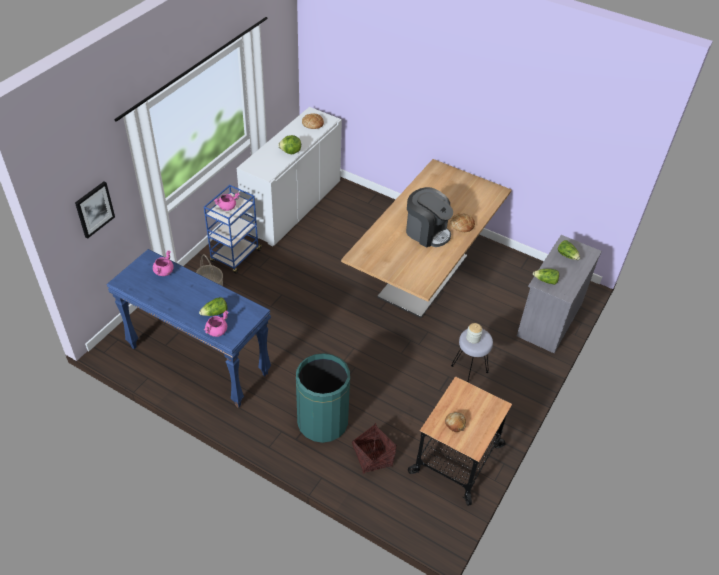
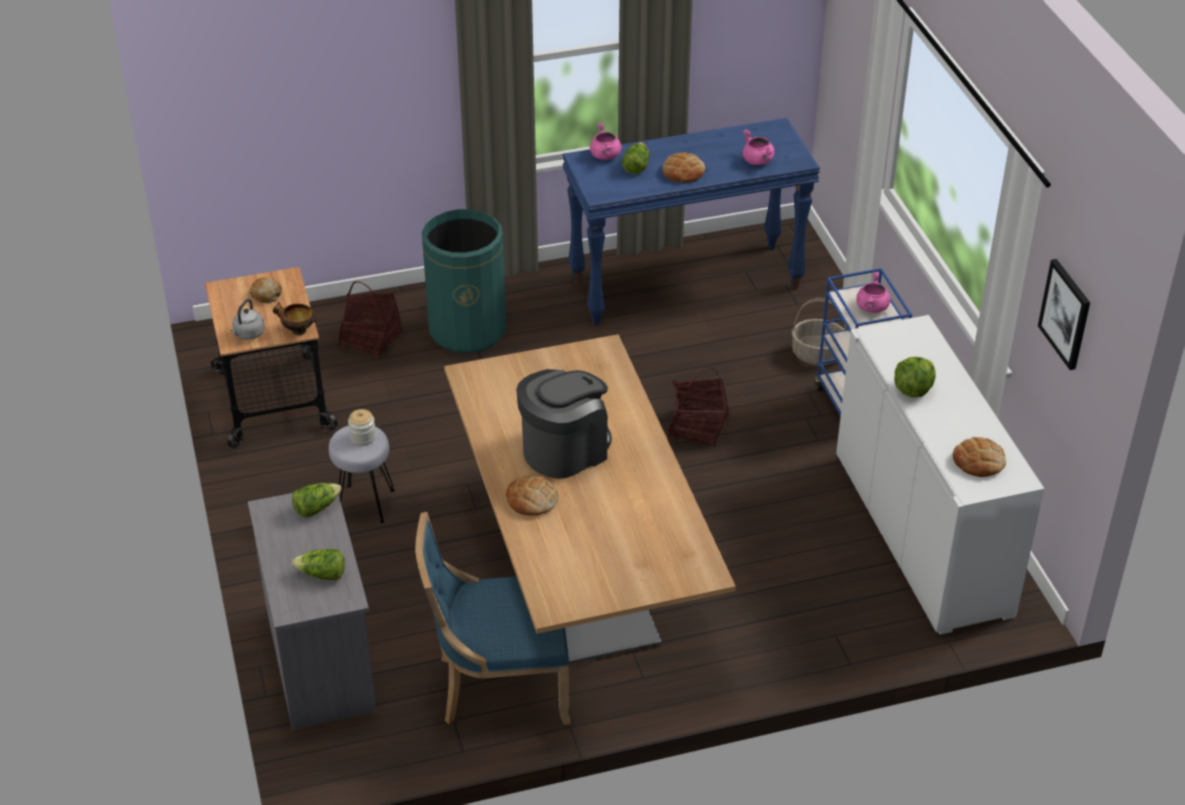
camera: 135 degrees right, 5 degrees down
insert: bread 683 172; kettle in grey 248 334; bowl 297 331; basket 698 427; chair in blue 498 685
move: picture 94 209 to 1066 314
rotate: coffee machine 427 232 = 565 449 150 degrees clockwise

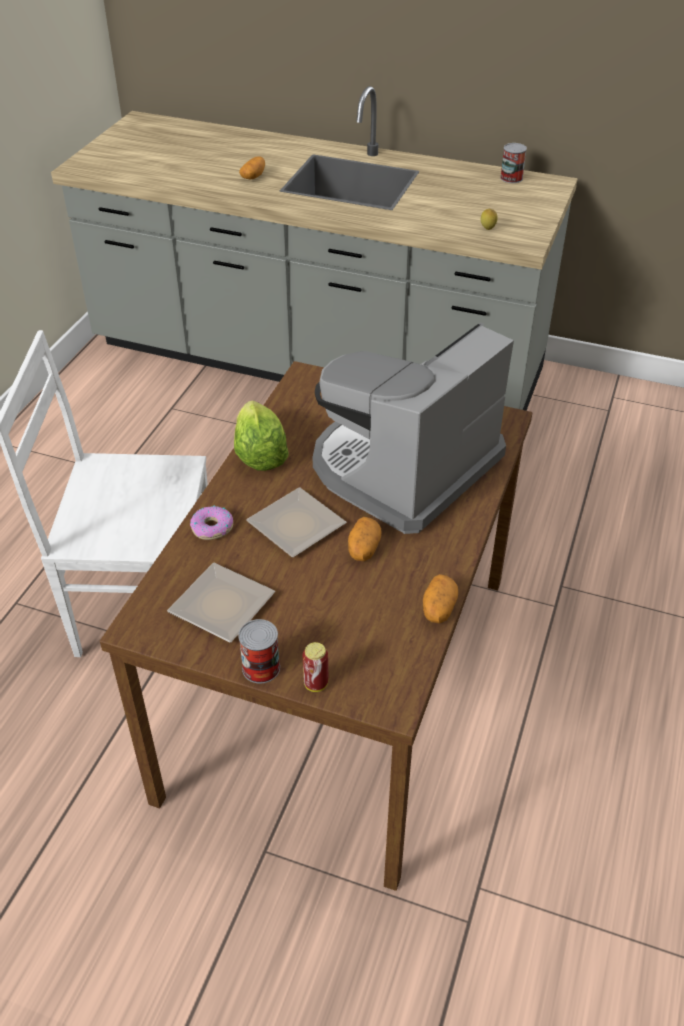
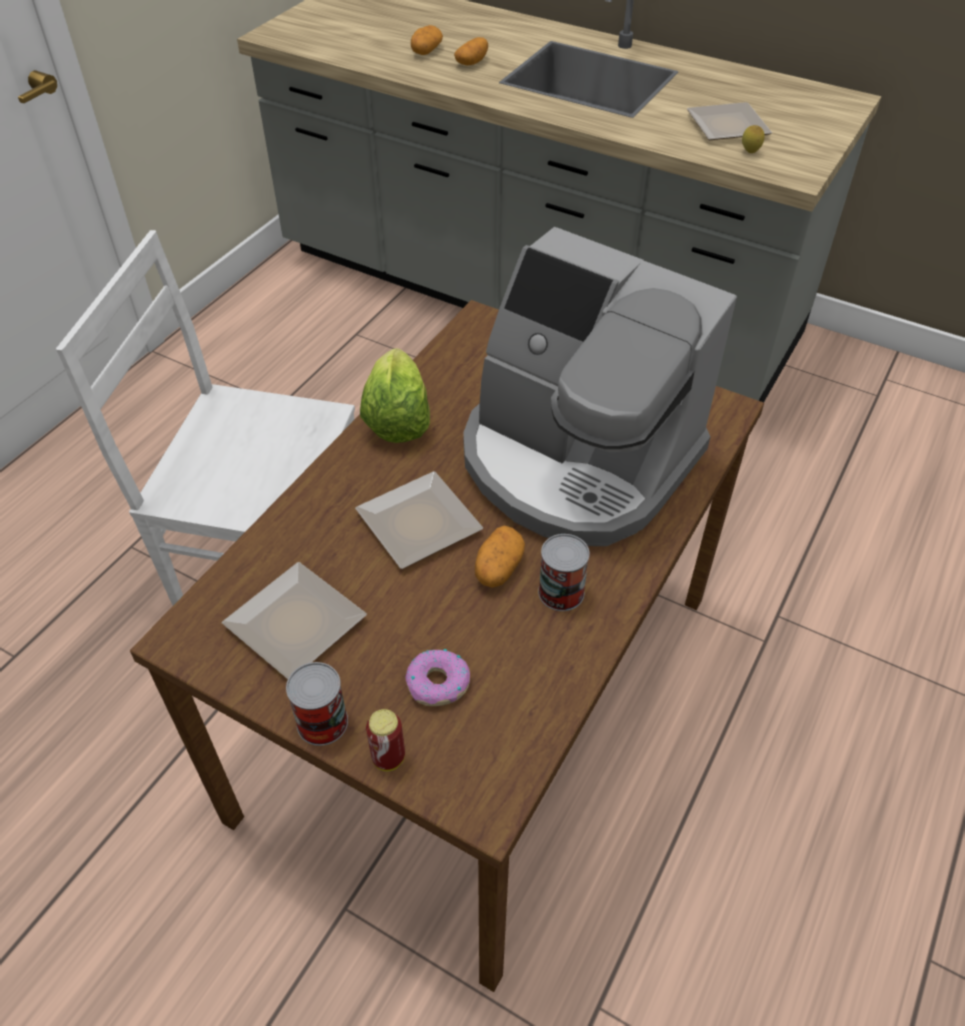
camera: 10 degrees right, 5 degrees up
insert: plate 728 125
move: can 511 178 to 561 592; donut 212 528 to 438 683; potato 438 608 to 426 51
rotate: coffee machine 403 468 = 576 461 105 degrees counterclockwise

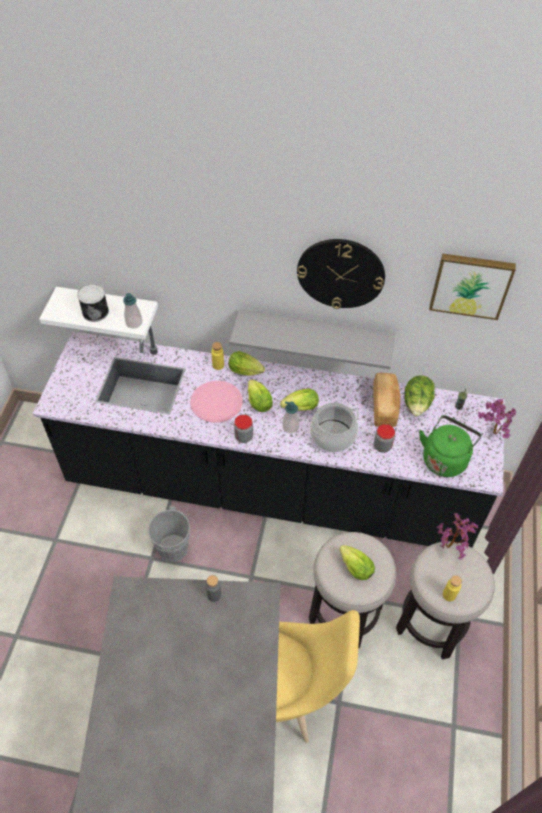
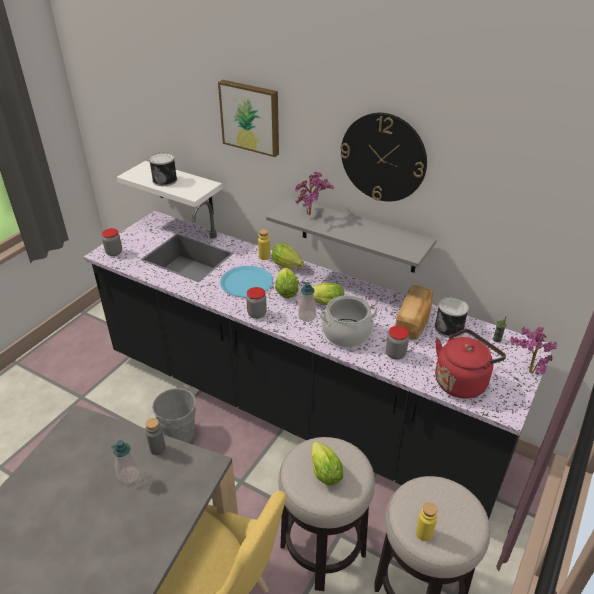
camera: 20 degrees right, 15 degrees down
insert: jar 114 252
move: picture 470 284 to 251 117; soap dispenser 134 323 to 129 475; potted plant 451 546 to 312 215
replace: lettuce 417 405 to can 449 328
recolor: plate in pink 216 402 to plate in blue 246 282; kettle in green 445 458 to kettle in red 462 381

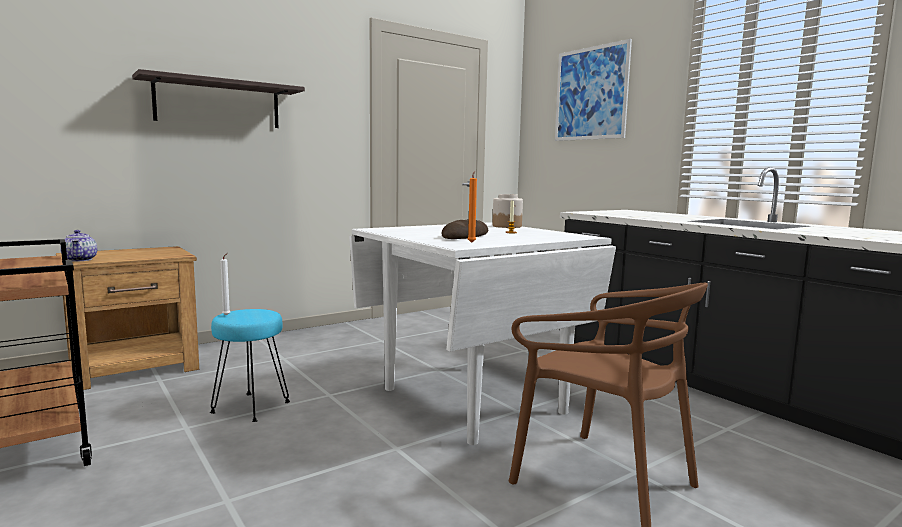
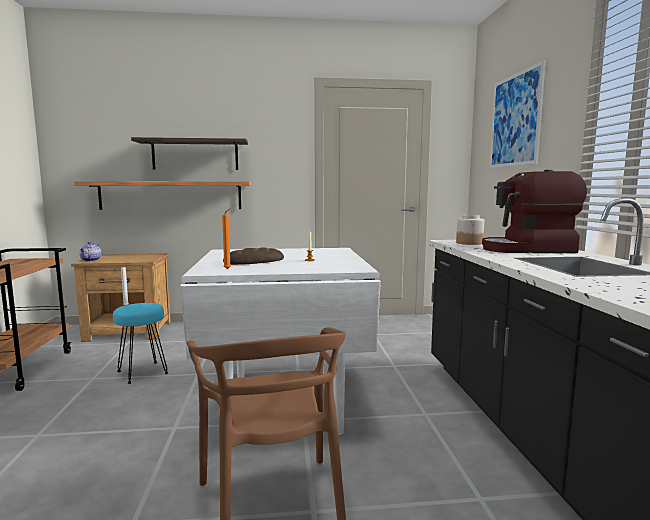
camera: 30 degrees right, 0 degrees up
insert: coffee machine 528 249; shelf 170 195
move: jar 507 226 to 469 243

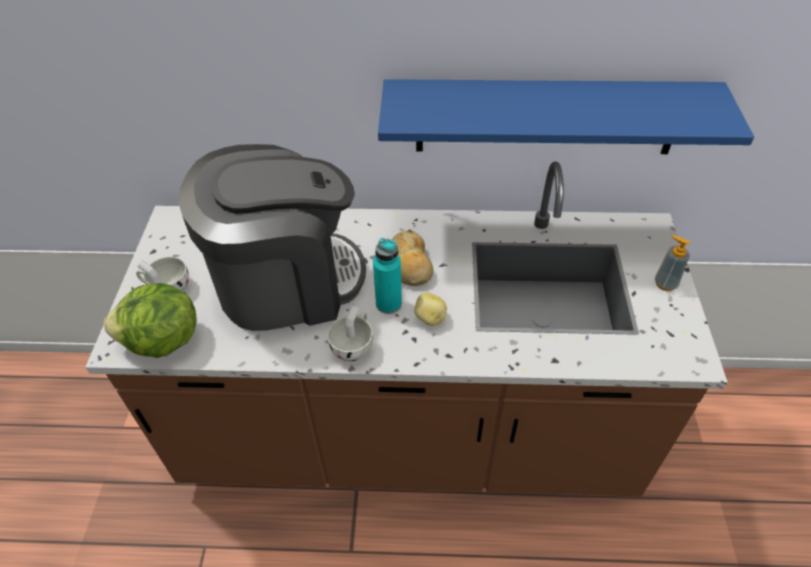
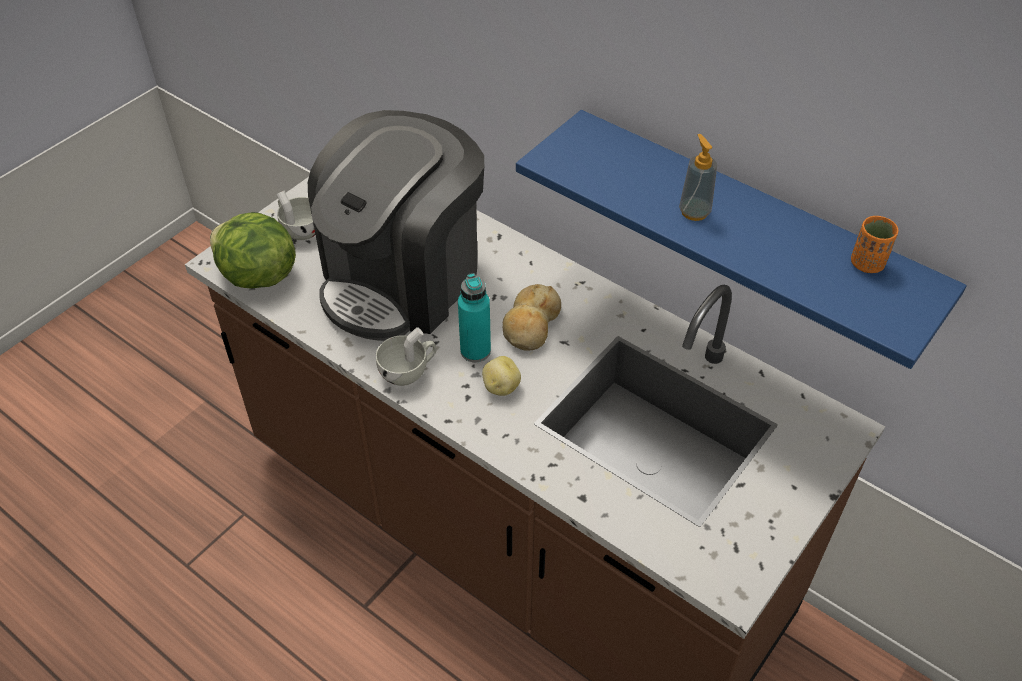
camera: 35 degrees right, 0 degrees up
insert: cup in orange 867 264
move: soap dispenser 665 284 to 694 212
rotate: coffee machine 287 282 = 403 279 105 degrees clockwise

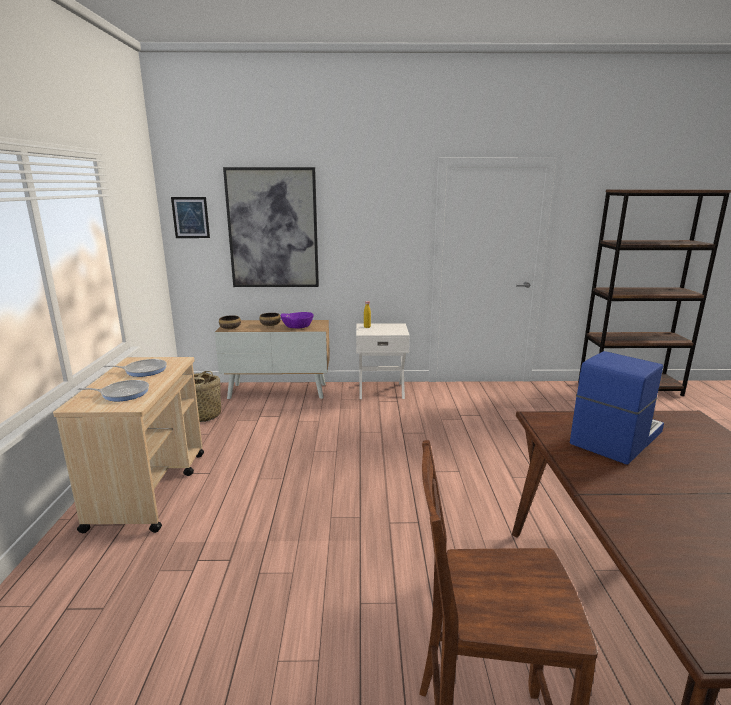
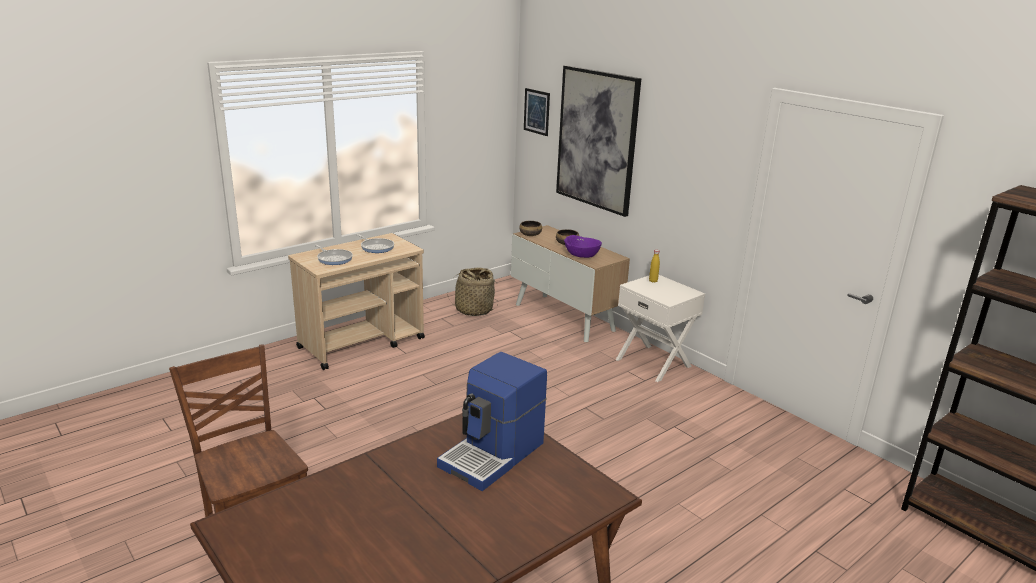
camera: 50 degrees right, 5 degrees up
rotate: coffee machine 614 437 = 494 455 120 degrees clockwise

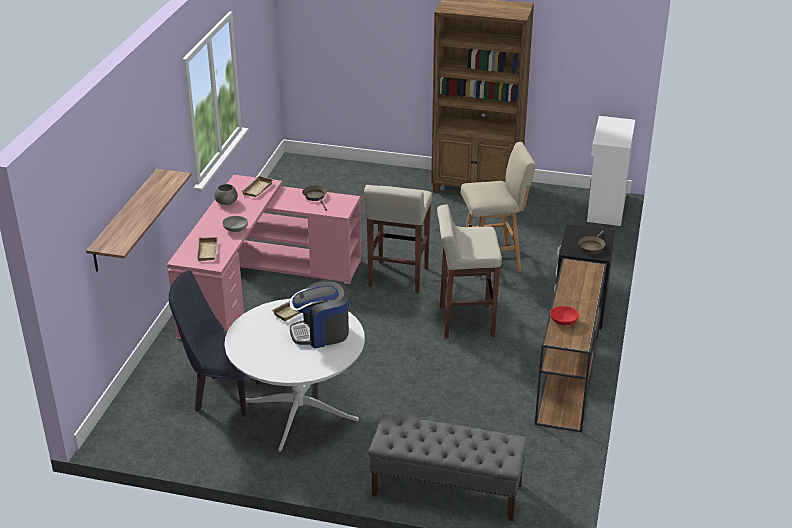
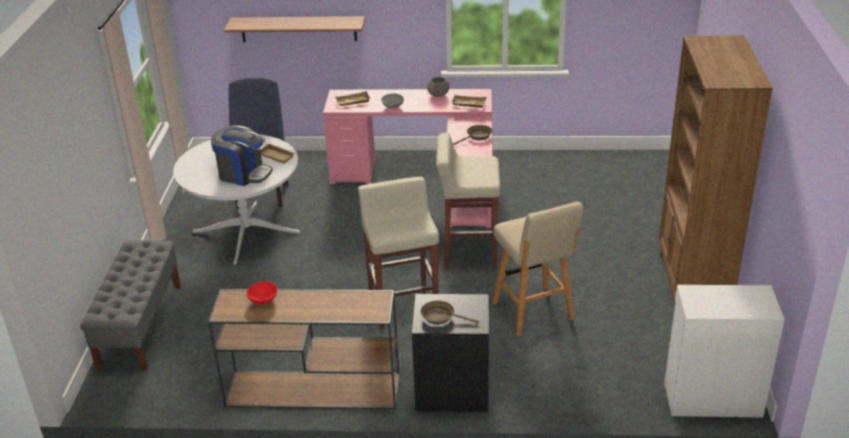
camera: 80 degrees right, 0 degrees up
rotate: coffee machine 321 333 = 243 174 135 degrees clockwise

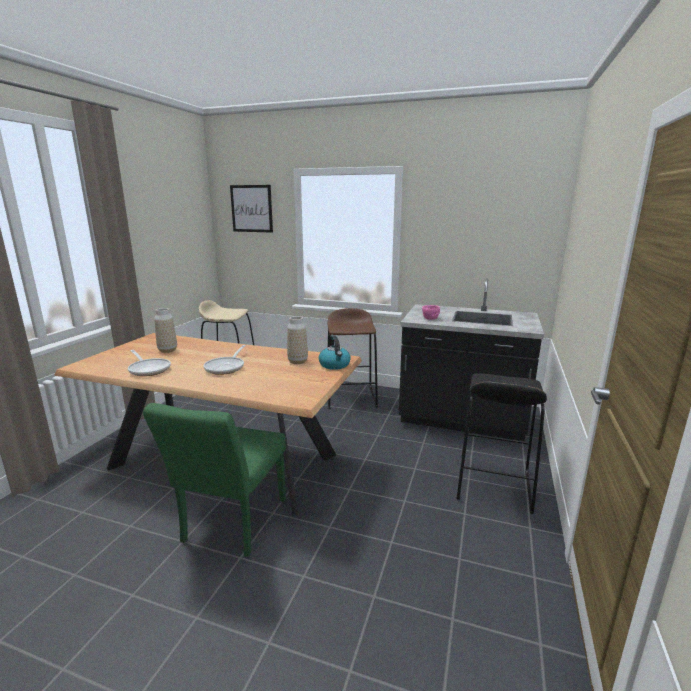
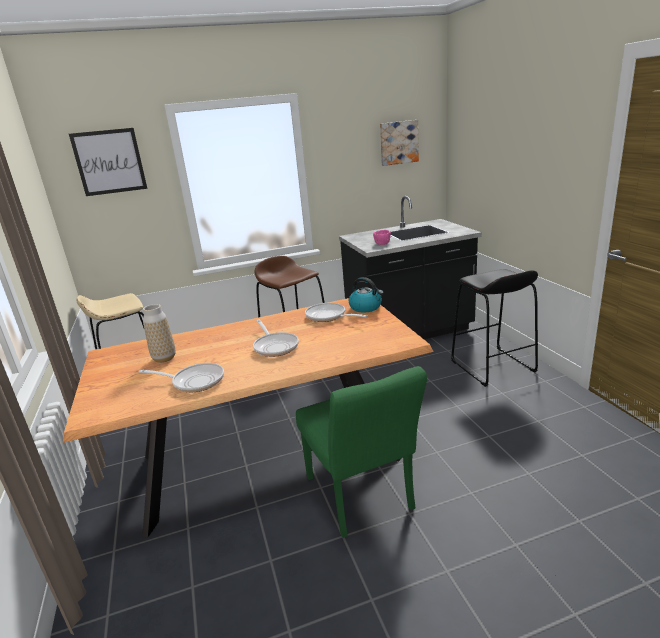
camera: 35 degrees left, 5 degrees up
insert: picture 398 142
replace: vase 297 361 to frying pan 328 316

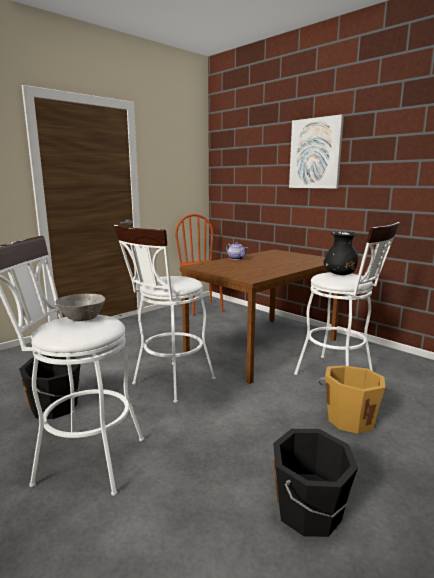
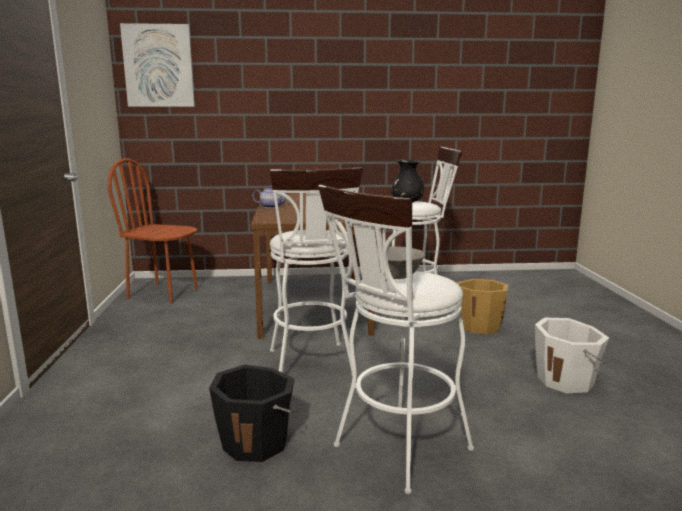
camera: 50 degrees left, 0 degrees up
move: picture 315 153 to 158 66
recolor: bucket in black 310 512 to bucket in white 566 380

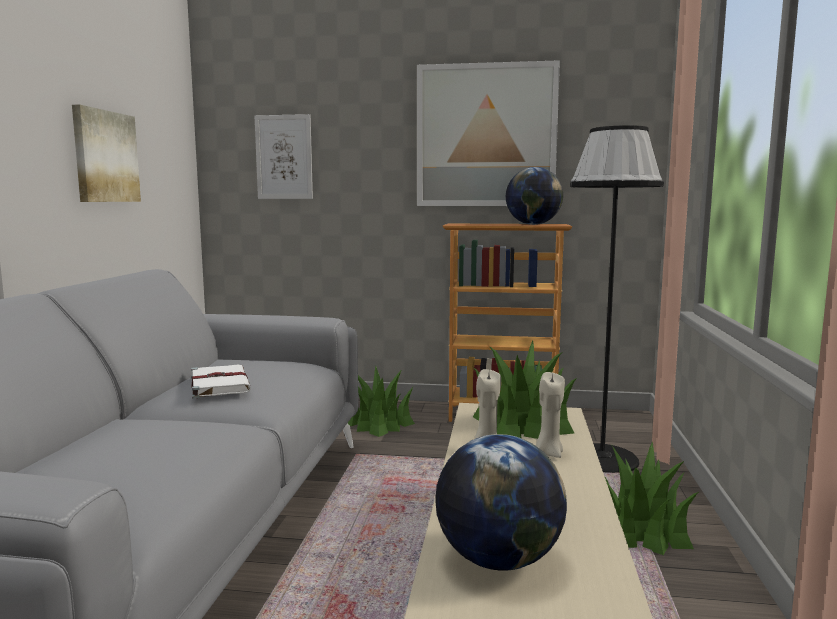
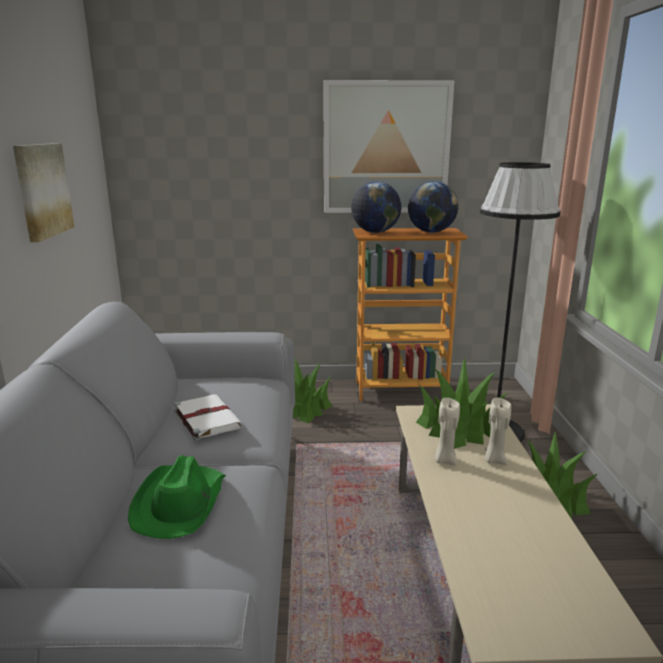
camera: 10 degrees left, 10 degrees up
delete: picture 284 157
insert: hat in green 180 503
move: globe 498 560 to 375 232

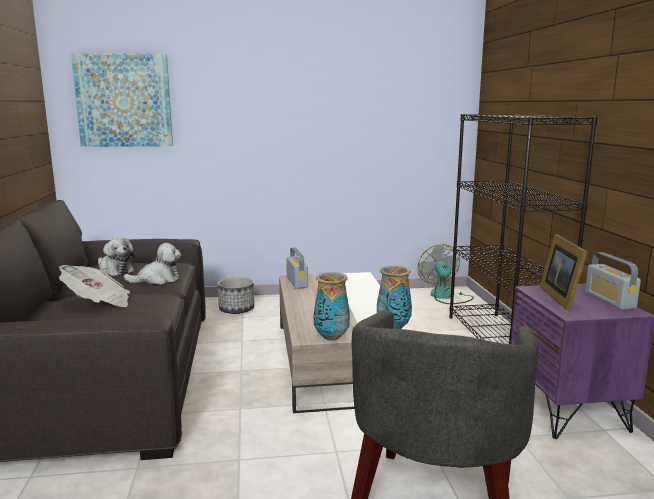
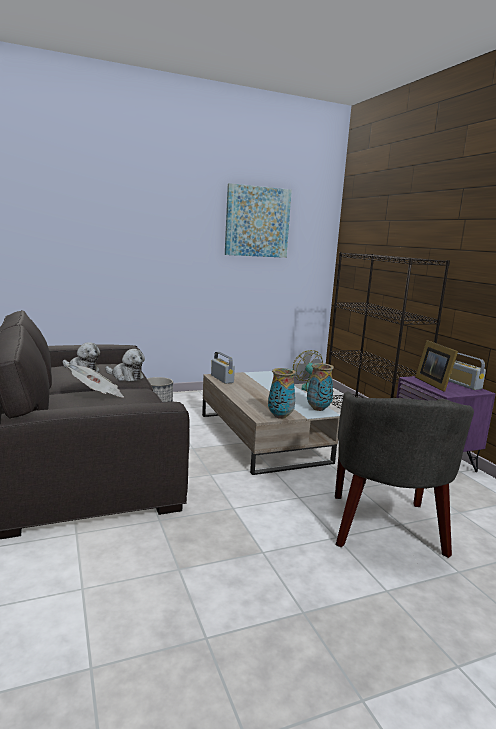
camera: 15 degrees left, 0 degrees up
move: picture 124 100 to 257 222
rotate: plush toy 158 280 = 126 377 60 degrees clockwise

